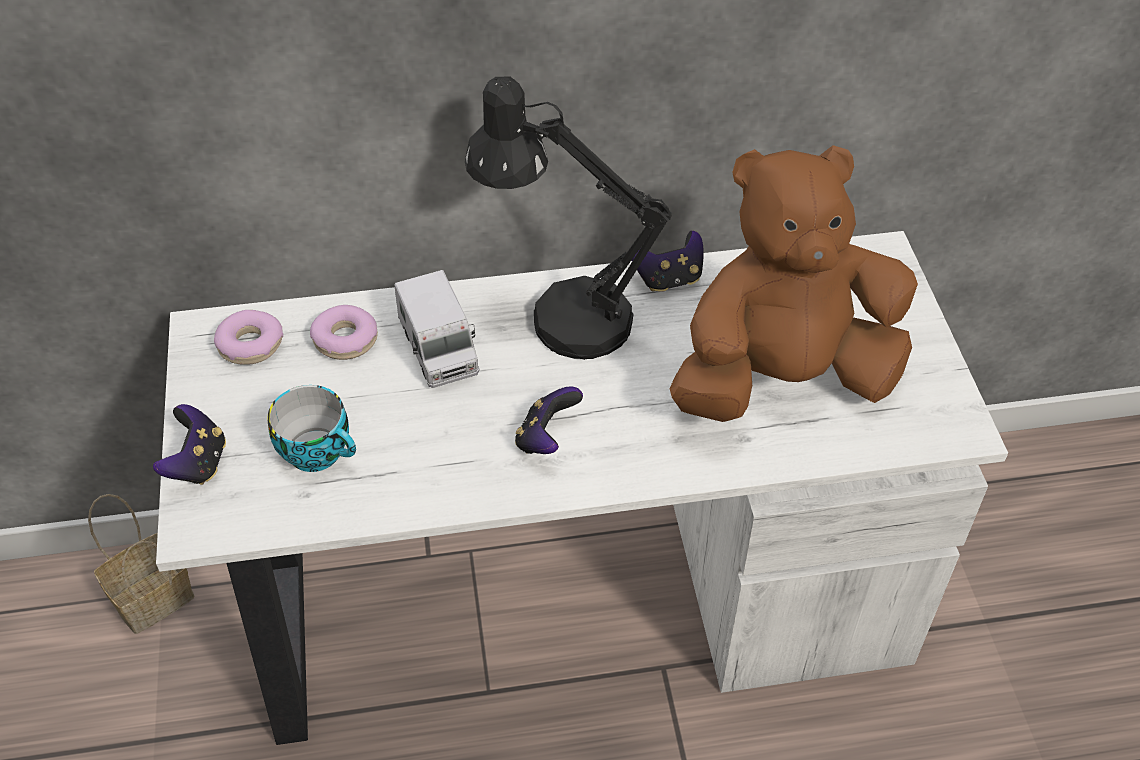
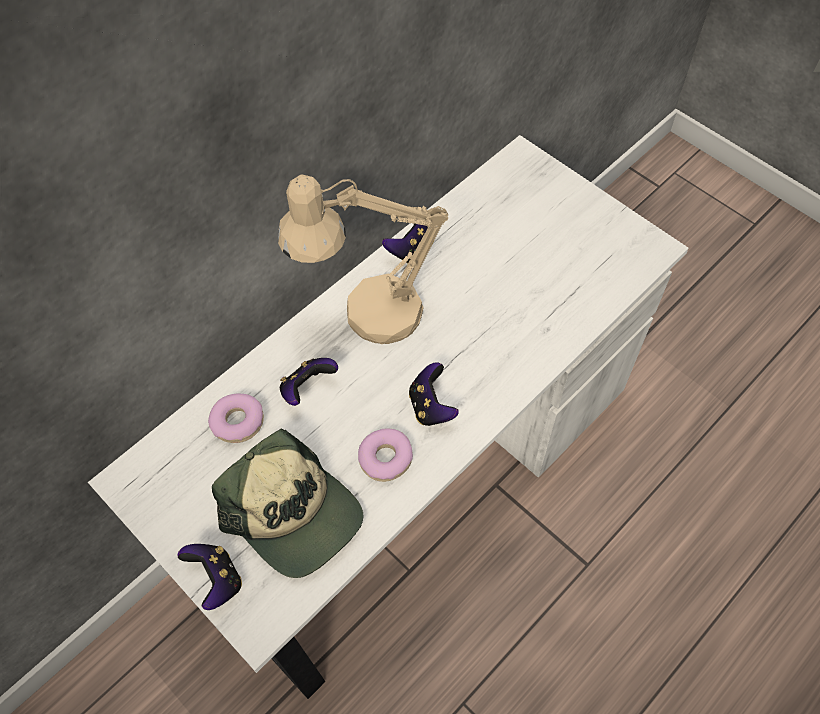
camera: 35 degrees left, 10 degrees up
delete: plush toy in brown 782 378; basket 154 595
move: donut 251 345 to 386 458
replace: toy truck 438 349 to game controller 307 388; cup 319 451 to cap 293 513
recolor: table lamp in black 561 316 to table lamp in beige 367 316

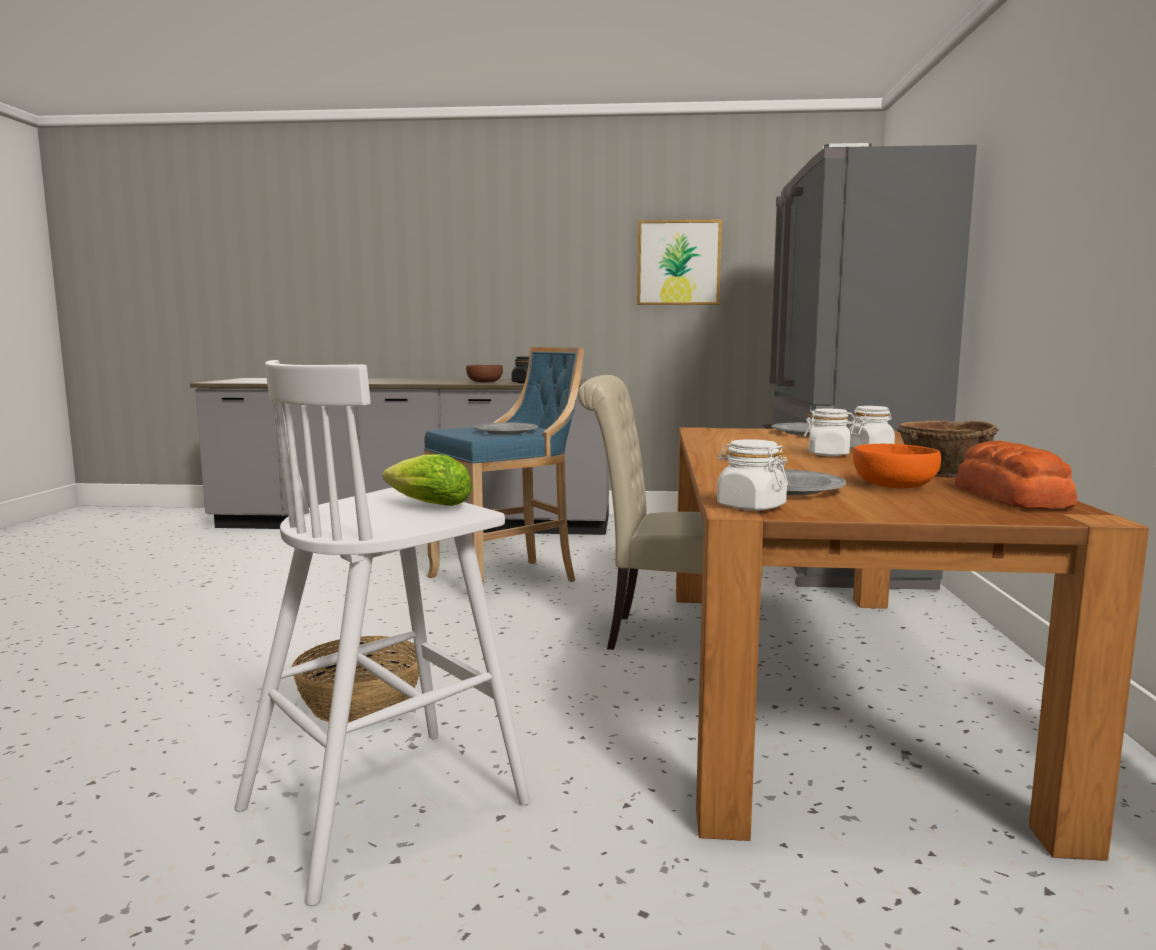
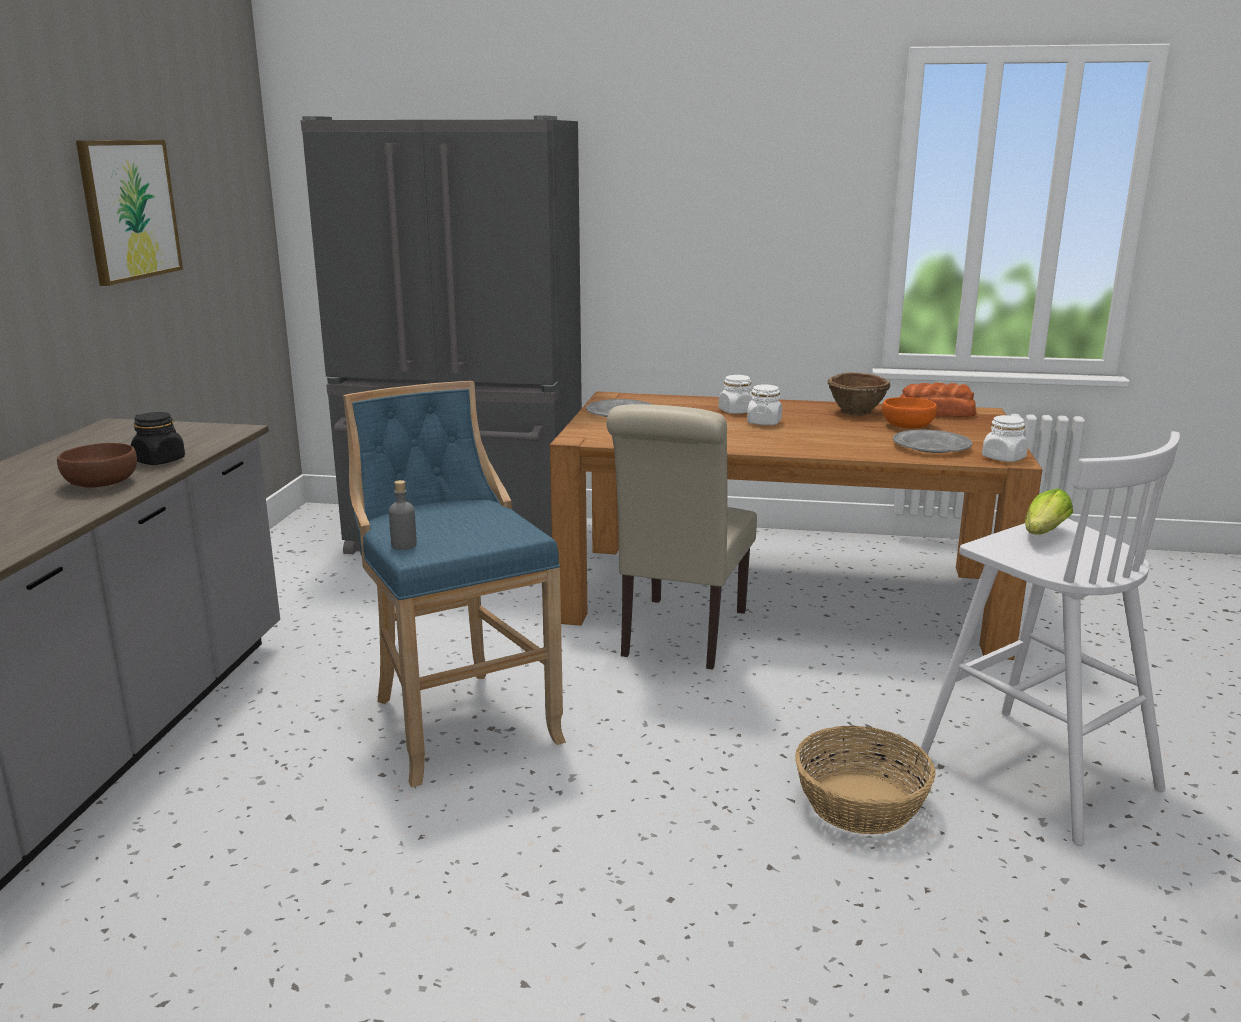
camera: 85 degrees left, 10 degrees up
delete: plate in grey 506 432
insert: bottle in grey 404 545

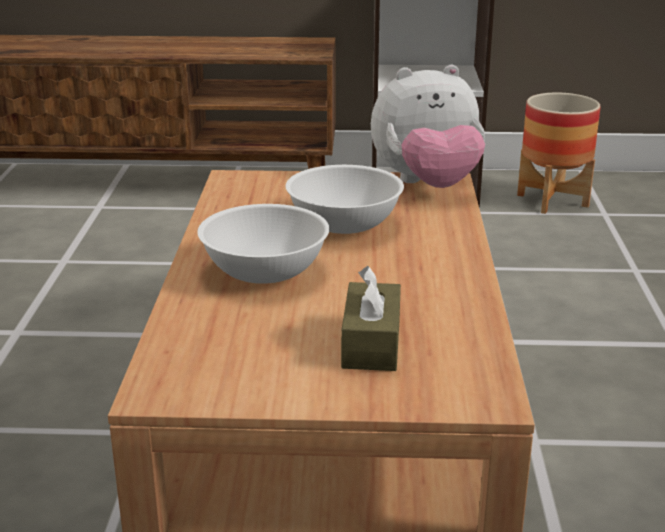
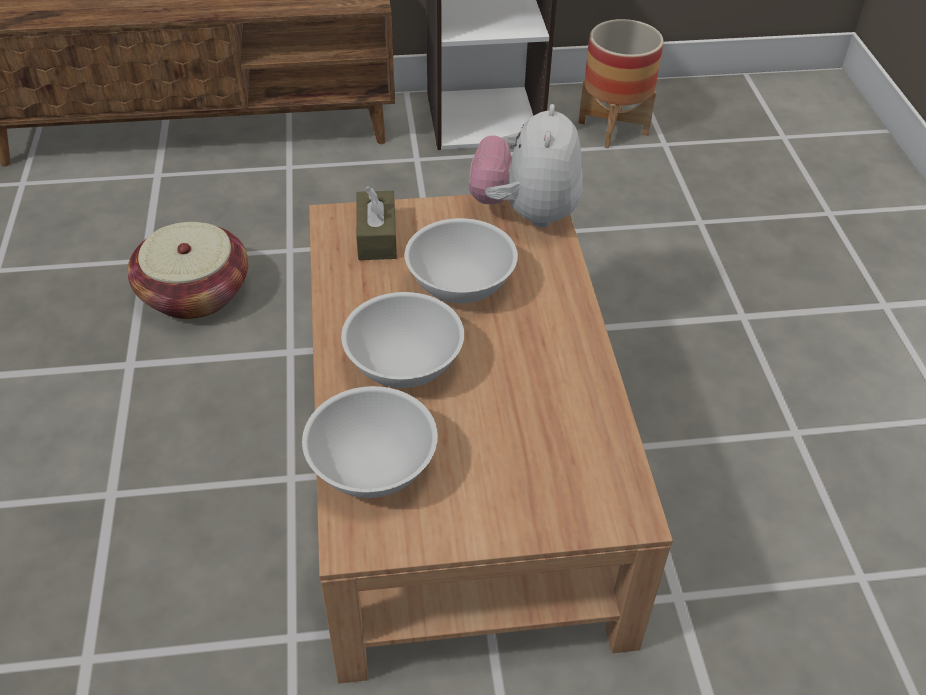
camera: 10 degrees left, 20 degrees up
insert: basket 195 293; bowl in white 372 467
move: tissue box in brown 371 344 to 377 237
rotate: plush toy 427 185 = 525 213 120 degrees clockwise

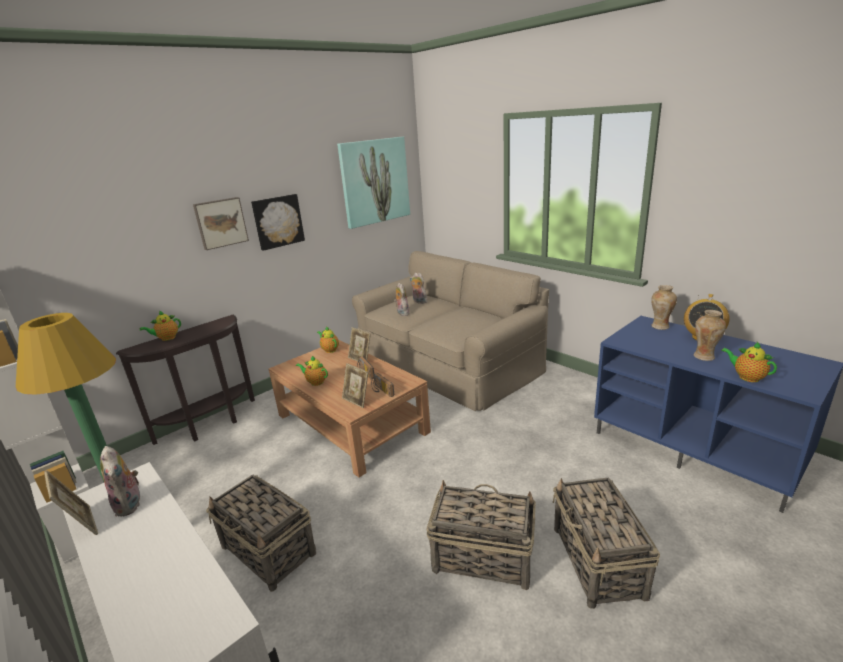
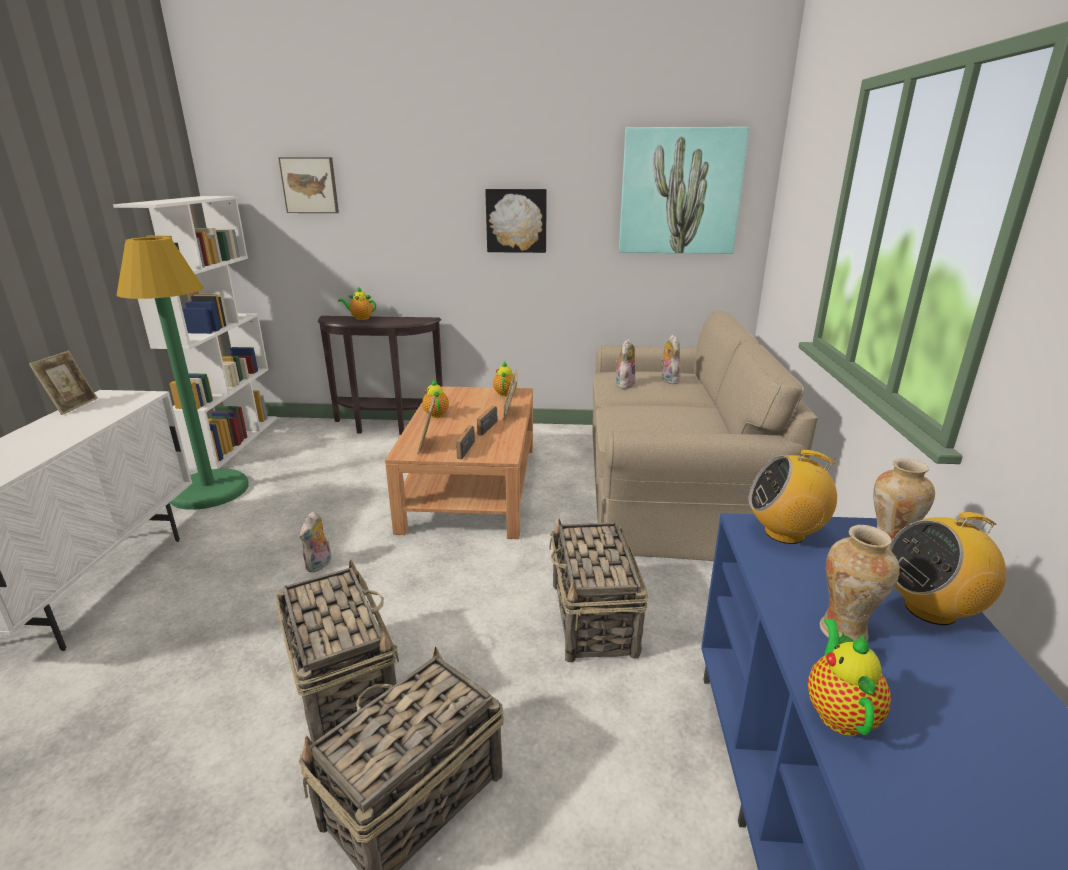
camera: 45 degrees right, 0 degrees up
insert: radio 785 533
move: picture 220 223 to 310 185; plush toy 130 505 to 319 565; basket 269 551 to 593 619

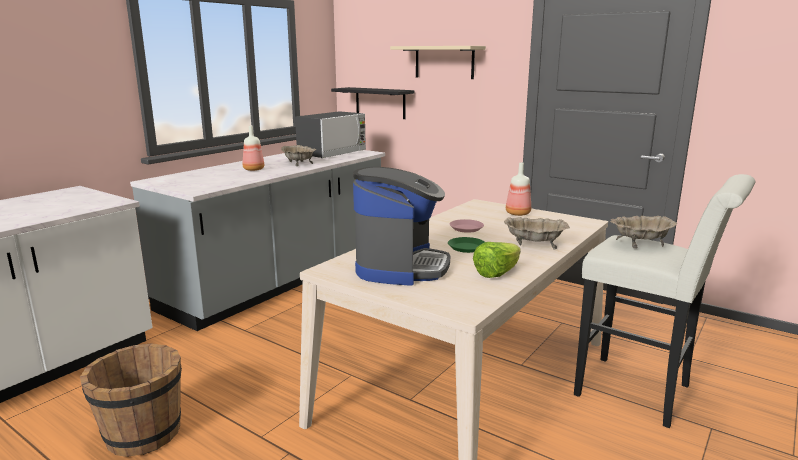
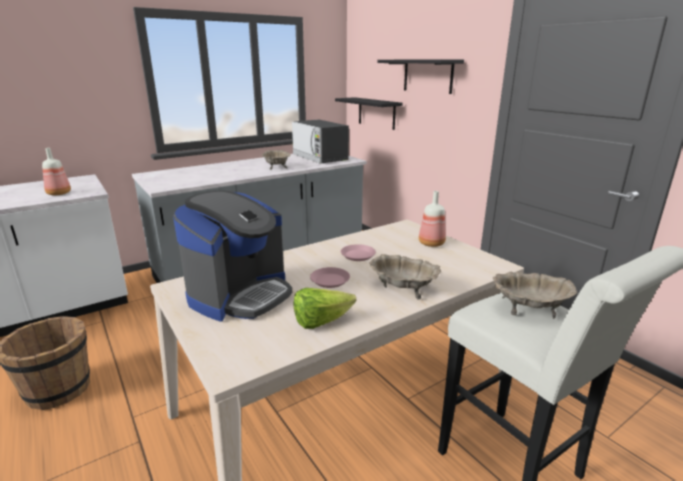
camera: 20 degrees right, 5 degrees up
move: bottle 253 169 to 58 193
recolor: shelf in beige 444 62 to shelf in black 428 76; plate in green 466 247 to plate in pink 330 280
rotate: microwave 332 153 = 320 158 90 degrees clockwise

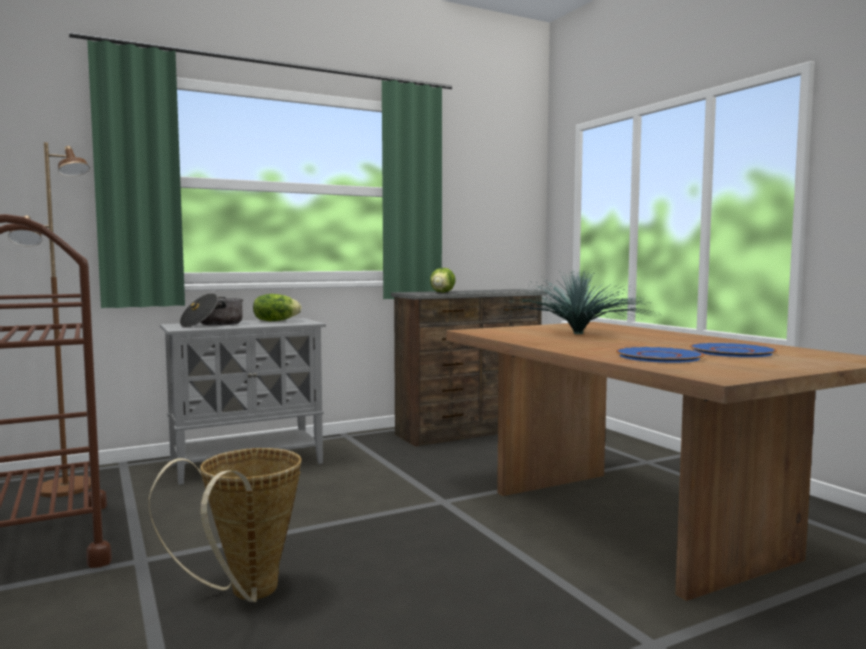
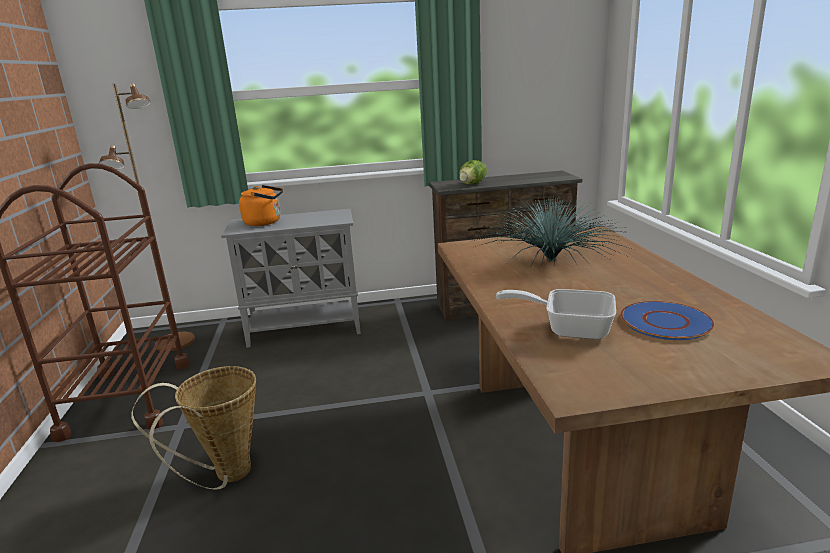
camera: 20 degrees right, 15 degrees up
delete: lettuce 275 321
replace: cooking pot 213 324 to kettle in orange 265 222; plate in blue 658 356 to frying pan 568 328

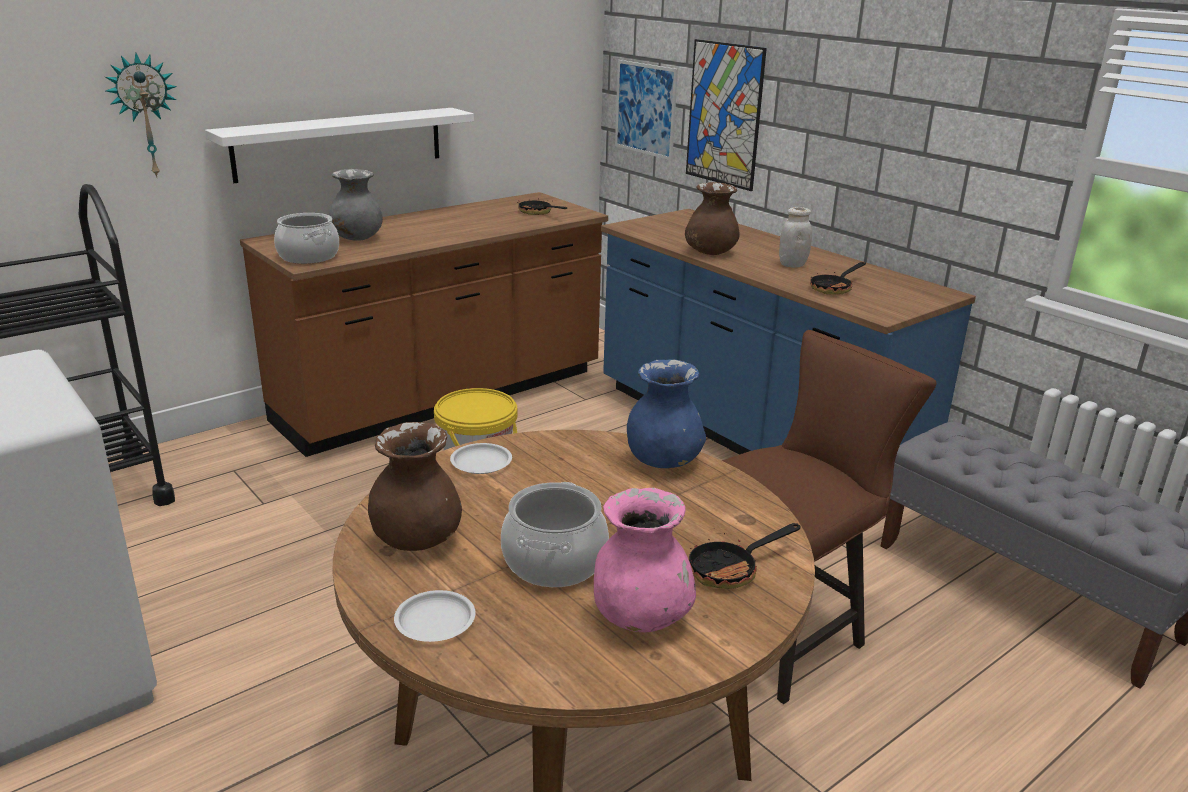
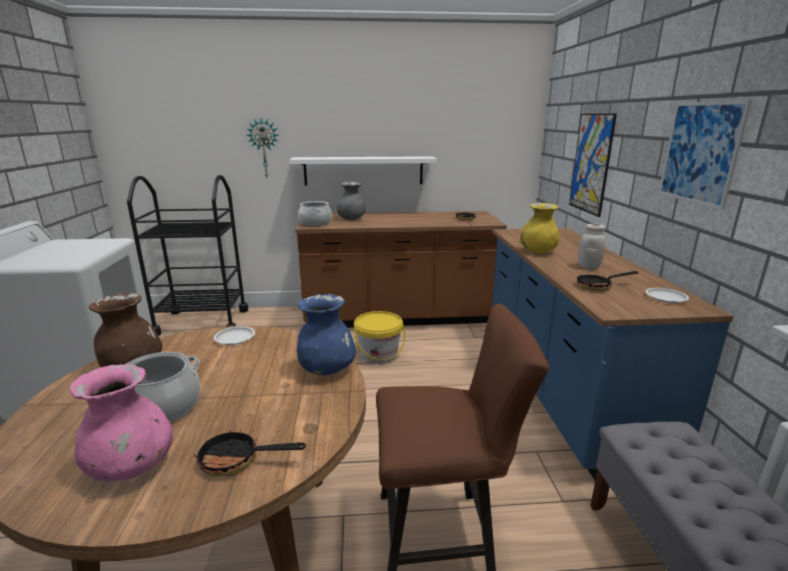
camera: 35 degrees right, 5 degrees down
move: picture 645 109 to 700 153; plate in white 435 621 to 666 297
recolor: vase in brown 710 253 to vase in yellow 537 252

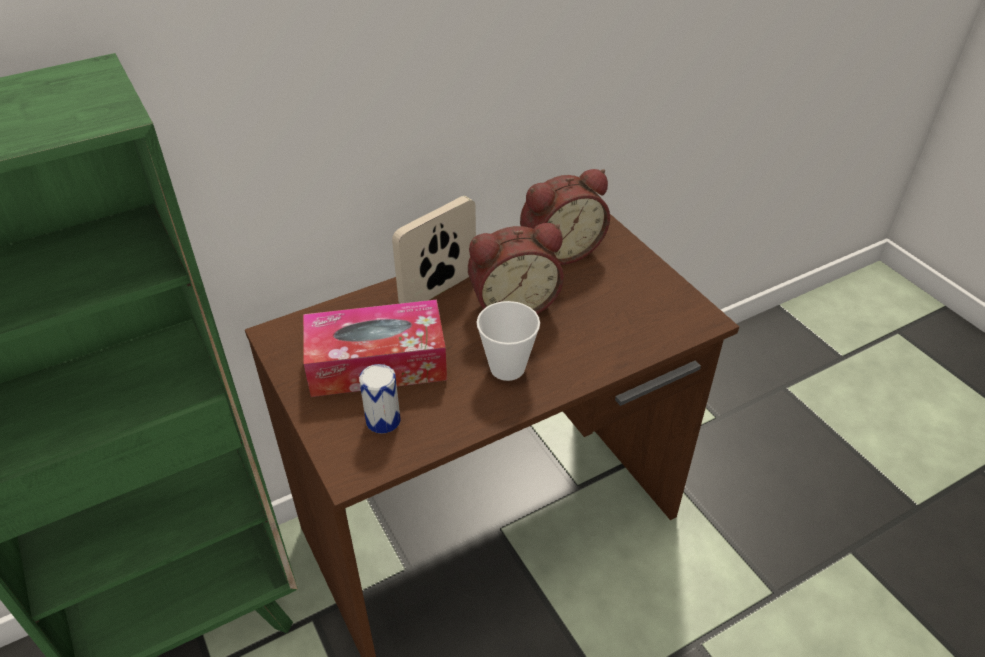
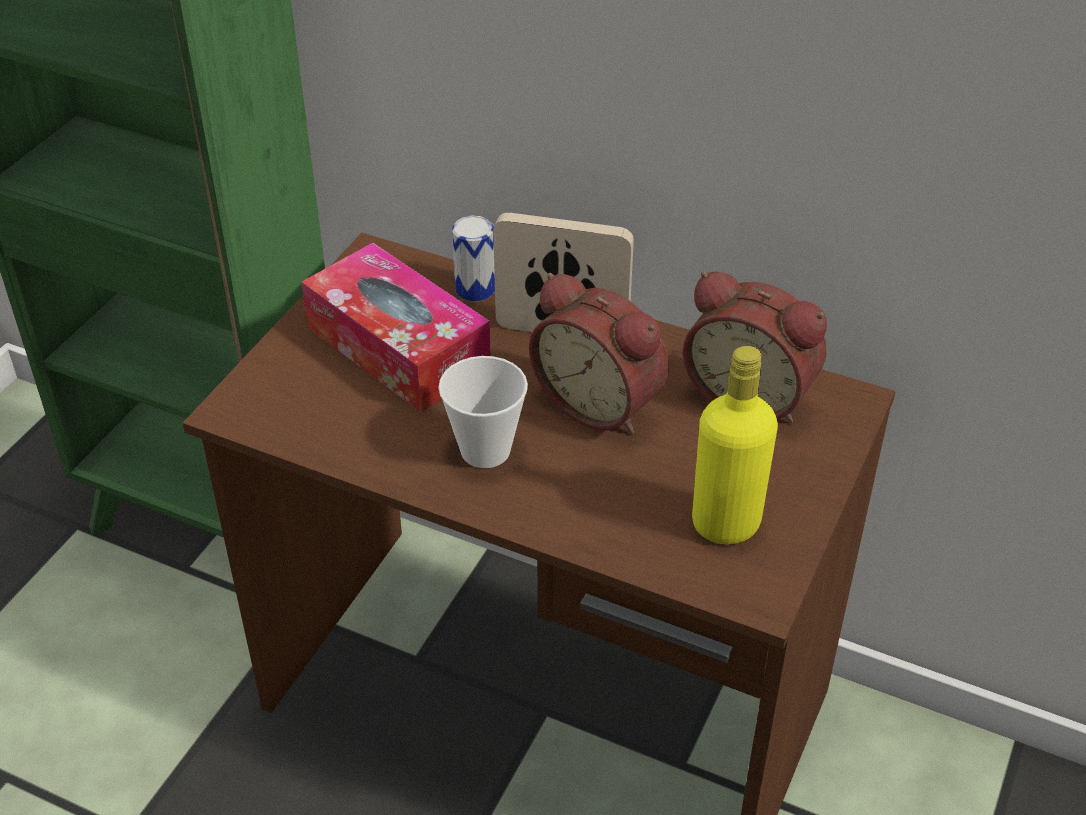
camera: 55 degrees right, 0 degrees up
insert: bottle in yellow 725 524
move: can 383 420 to 475 289

